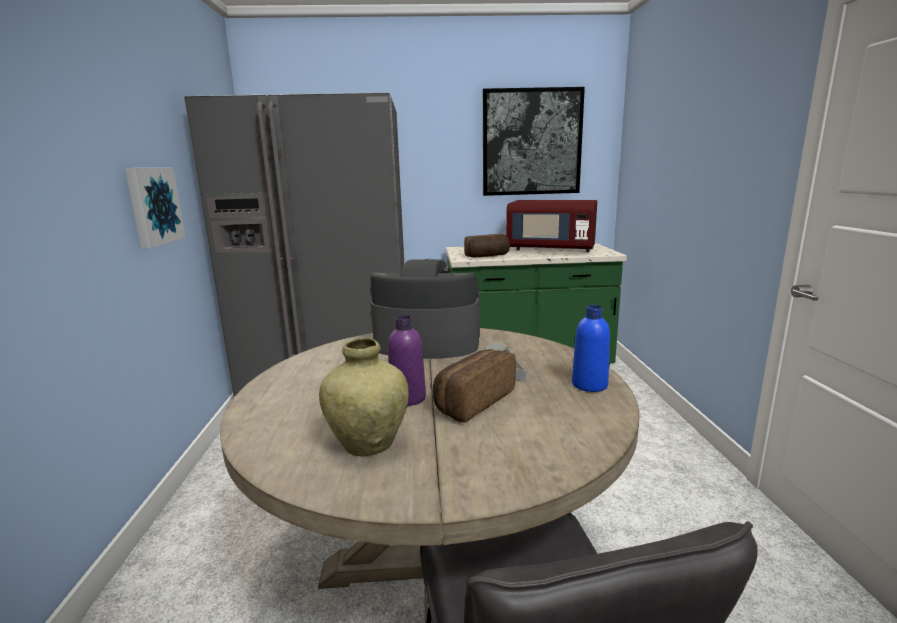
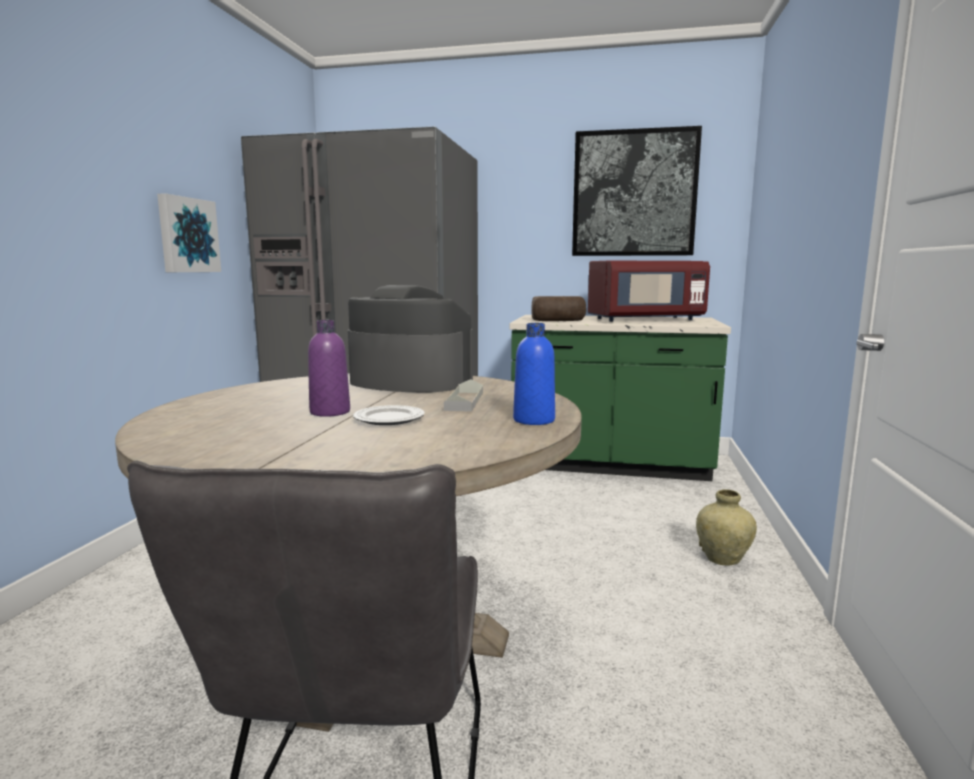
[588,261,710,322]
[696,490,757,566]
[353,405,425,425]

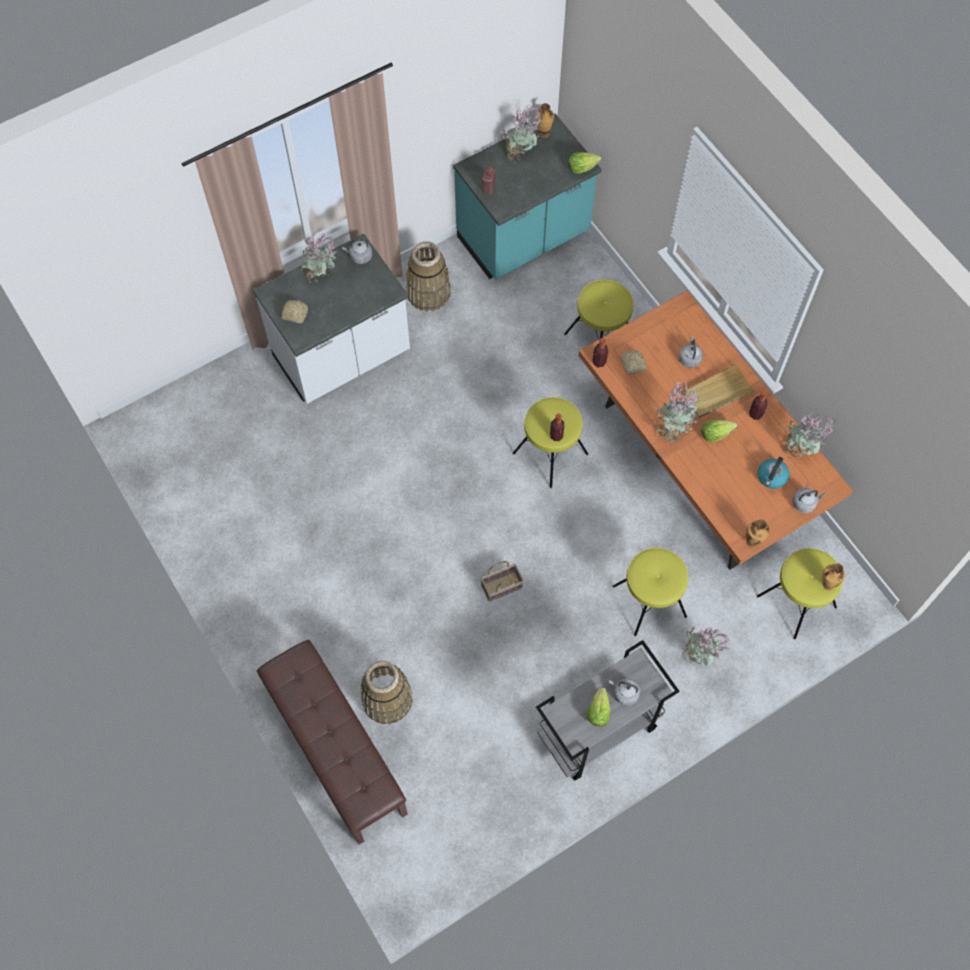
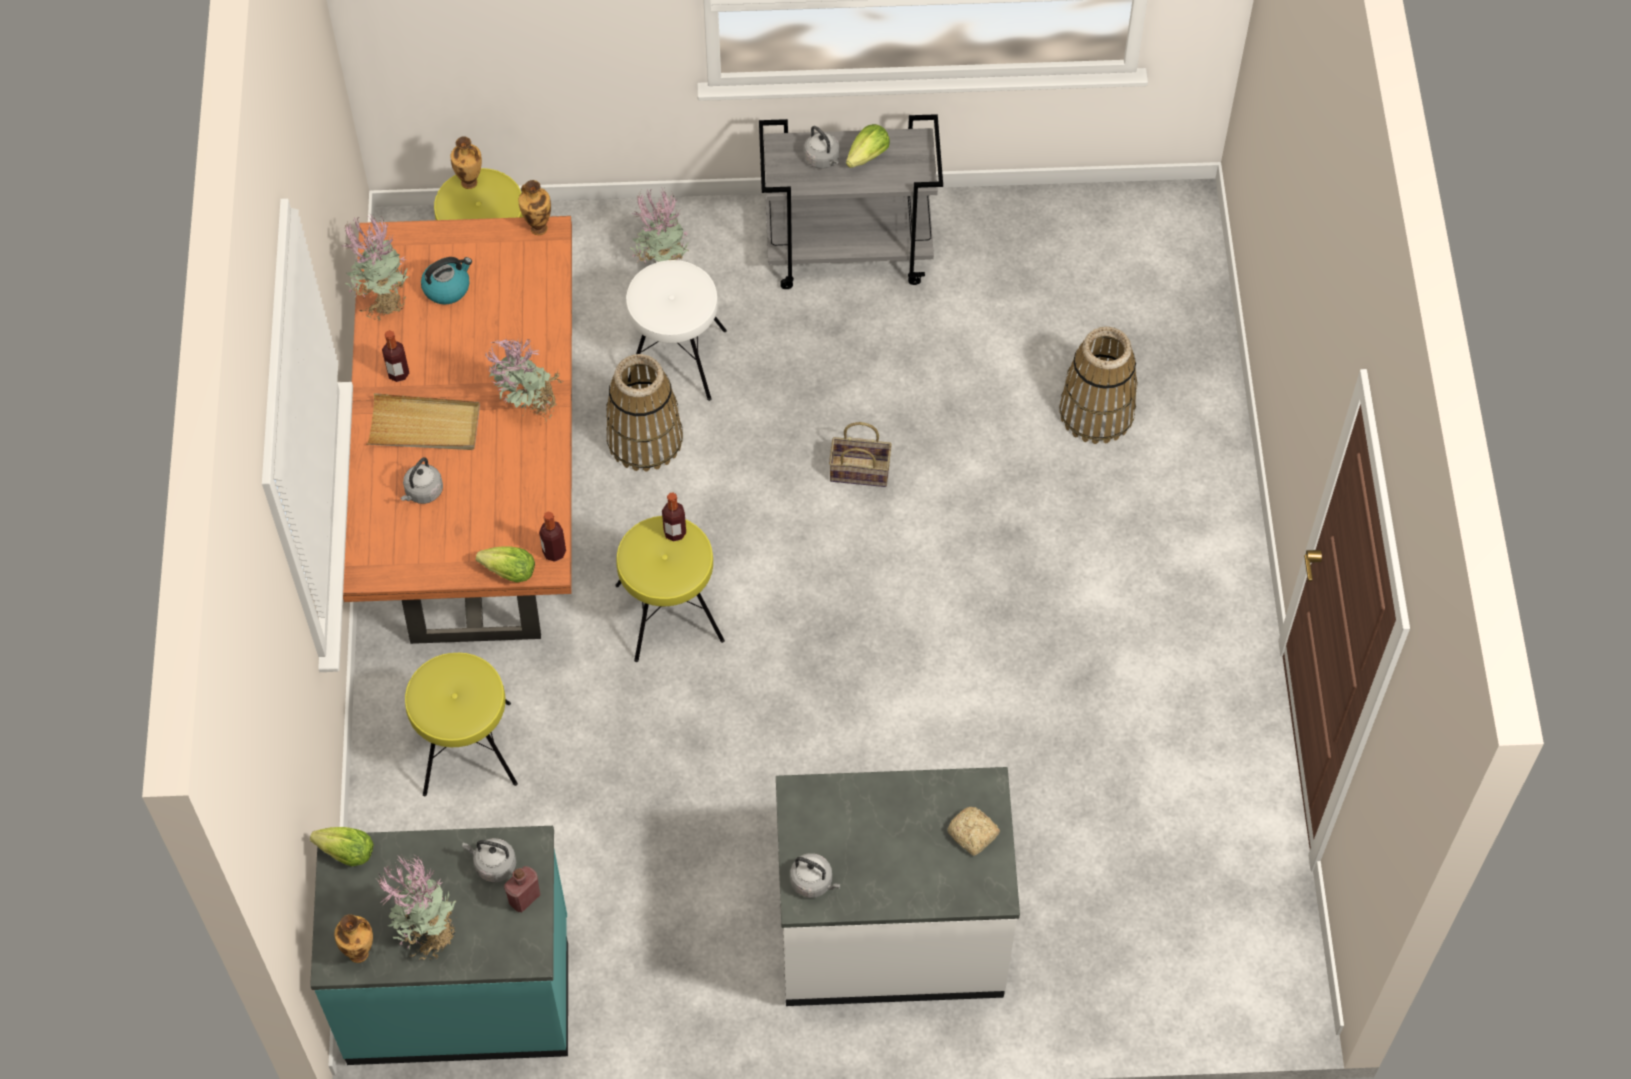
[301,233,337,283] (first image)
[606,354,683,472]
[620,350,647,375] (first image)
[476,546,535,583]
[462,838,516,883]
[626,260,727,401]
[257,640,408,845] (first image)

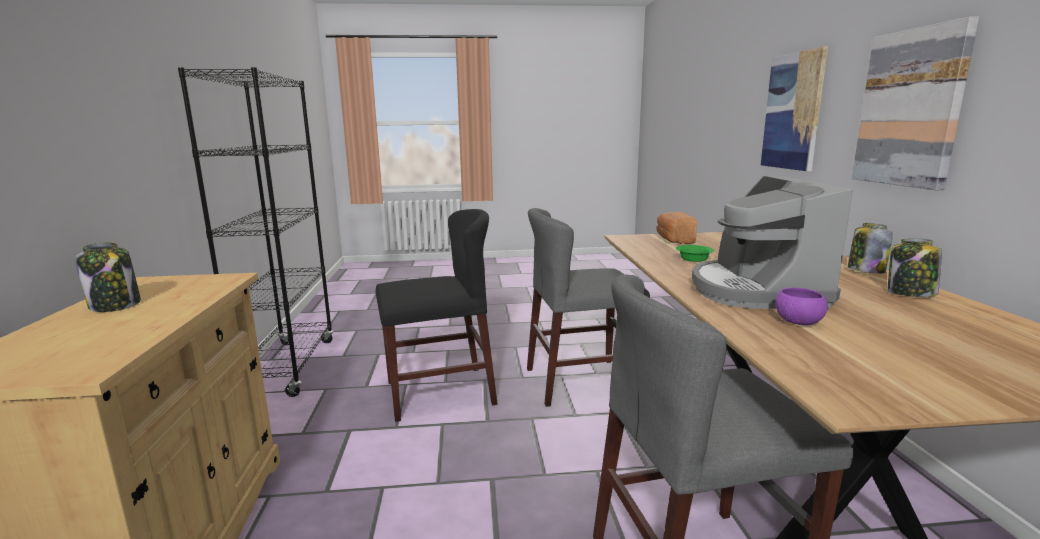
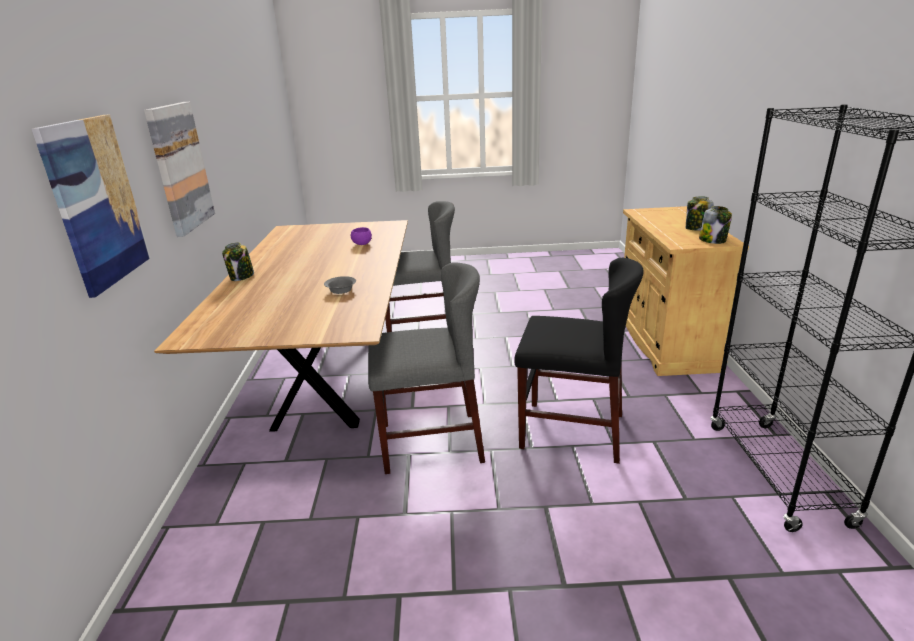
[692,176,853,309] (first image)
[514,258,644,464]
[657,211,697,244] (first image)
[699,206,732,244]
[324,276,356,294]

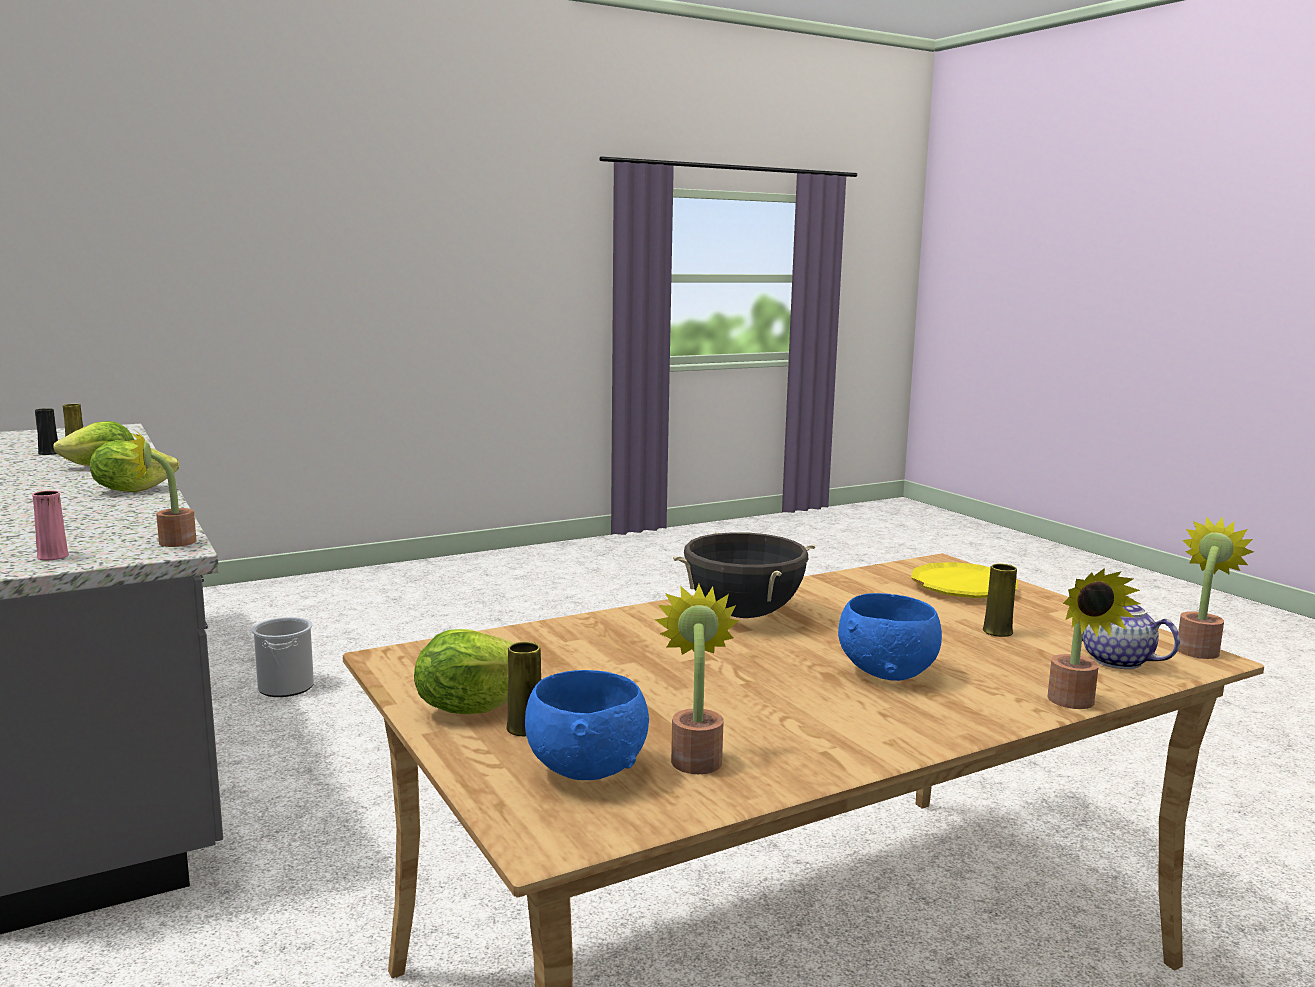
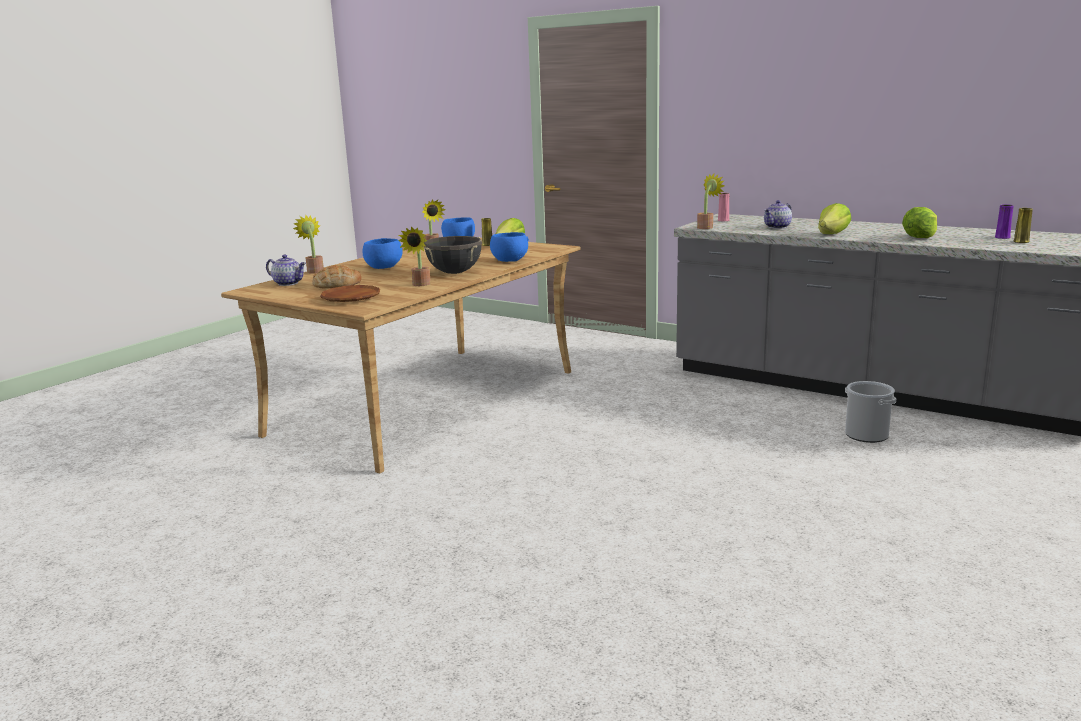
[995,204,1013,239]
[398,227,431,286]
[320,285,380,302]
[312,265,362,289]
[764,200,792,229]
[490,232,529,262]

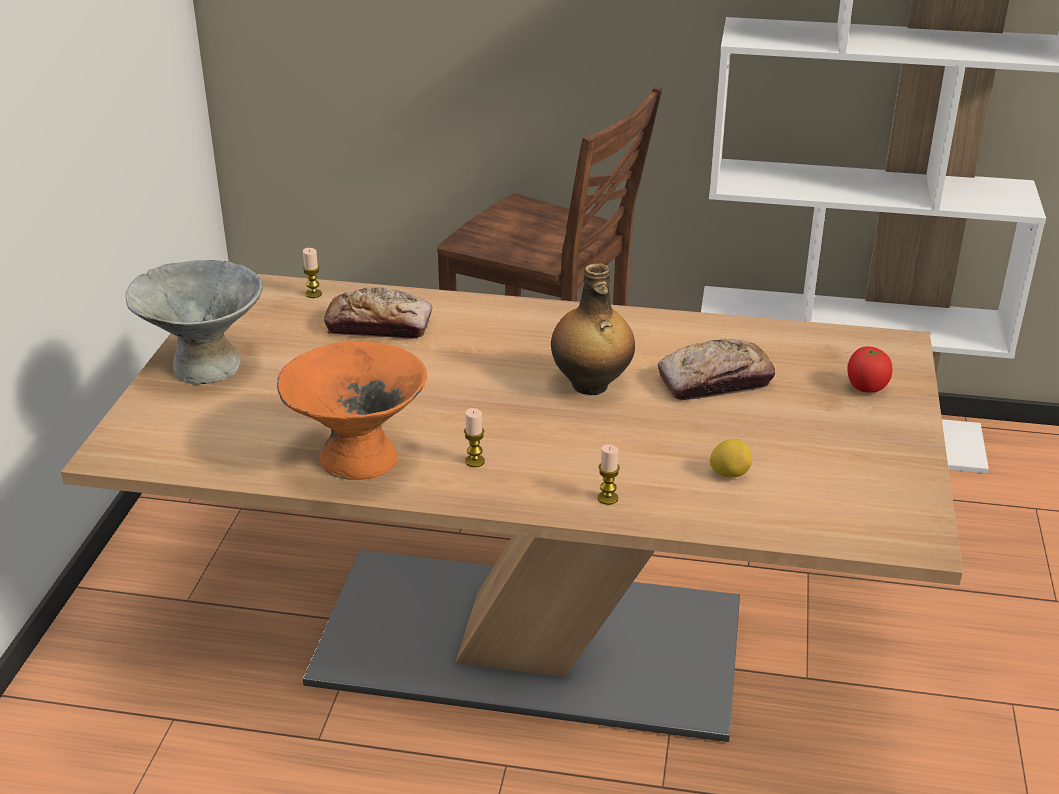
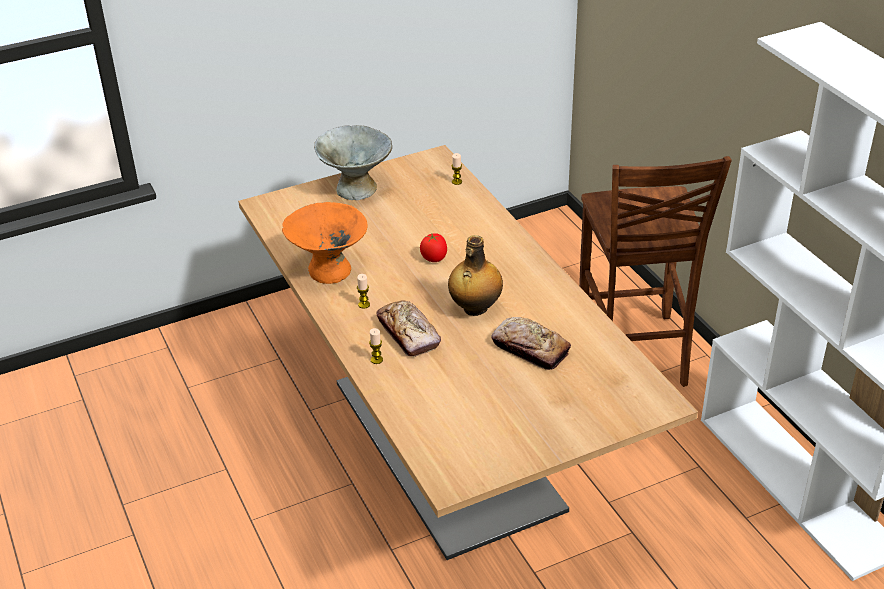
[376,301,441,357]
[420,233,447,262]
[710,439,752,478] (first image)

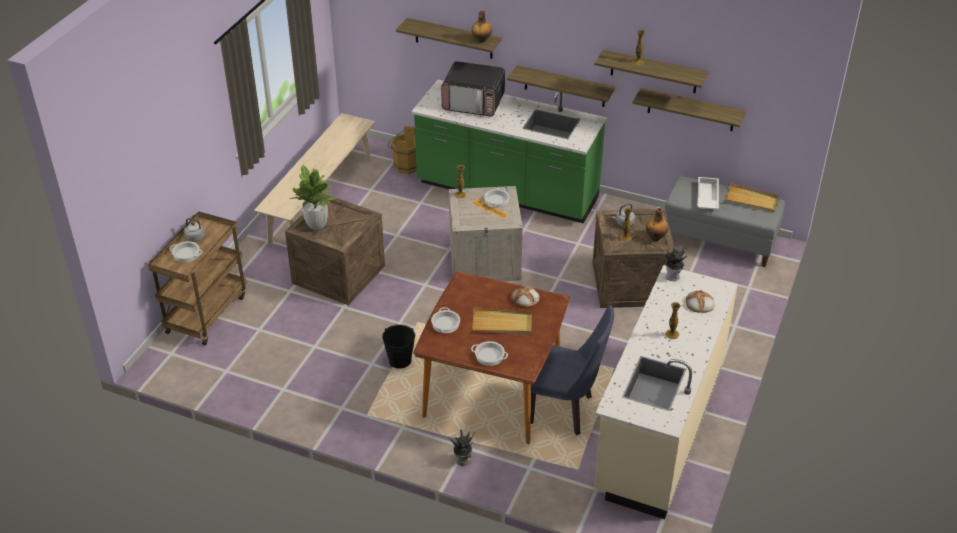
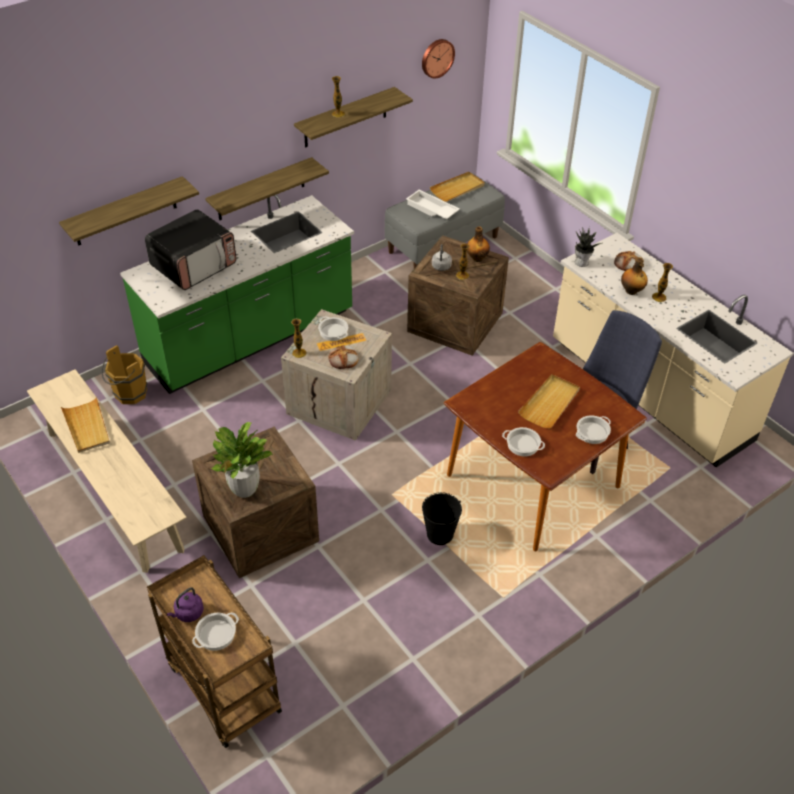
[621,257,648,295]
[632,88,746,131] (first image)
[167,587,204,622]
[328,345,358,369]
[447,429,475,466] (first image)
[422,39,455,78]
[61,397,110,453]

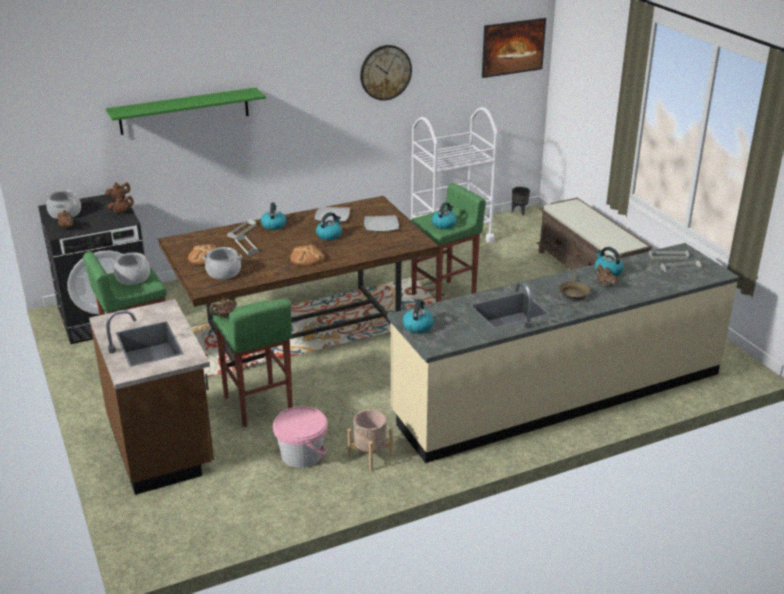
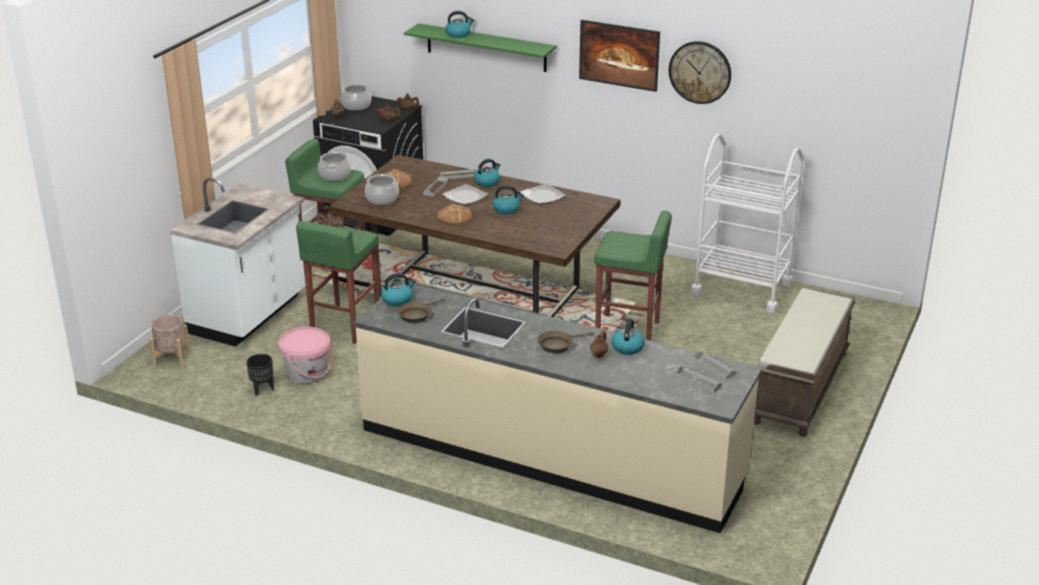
[579,20,660,92]
[246,354,274,396]
[445,11,474,38]
[442,184,489,205]
[170,178,306,347]
[149,315,191,368]
[397,298,445,323]

